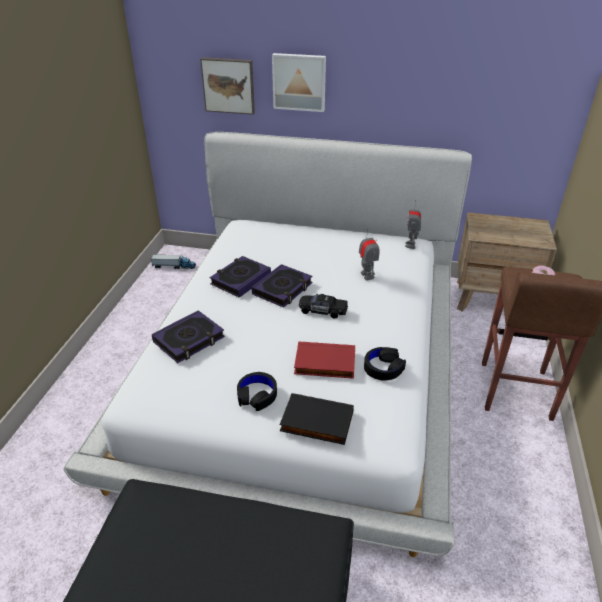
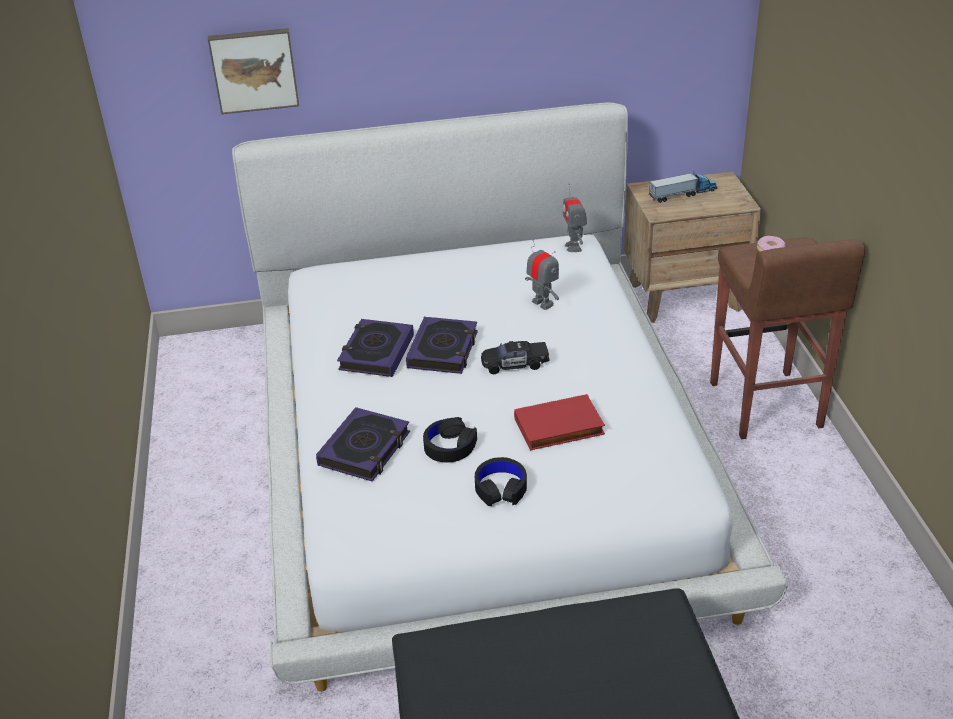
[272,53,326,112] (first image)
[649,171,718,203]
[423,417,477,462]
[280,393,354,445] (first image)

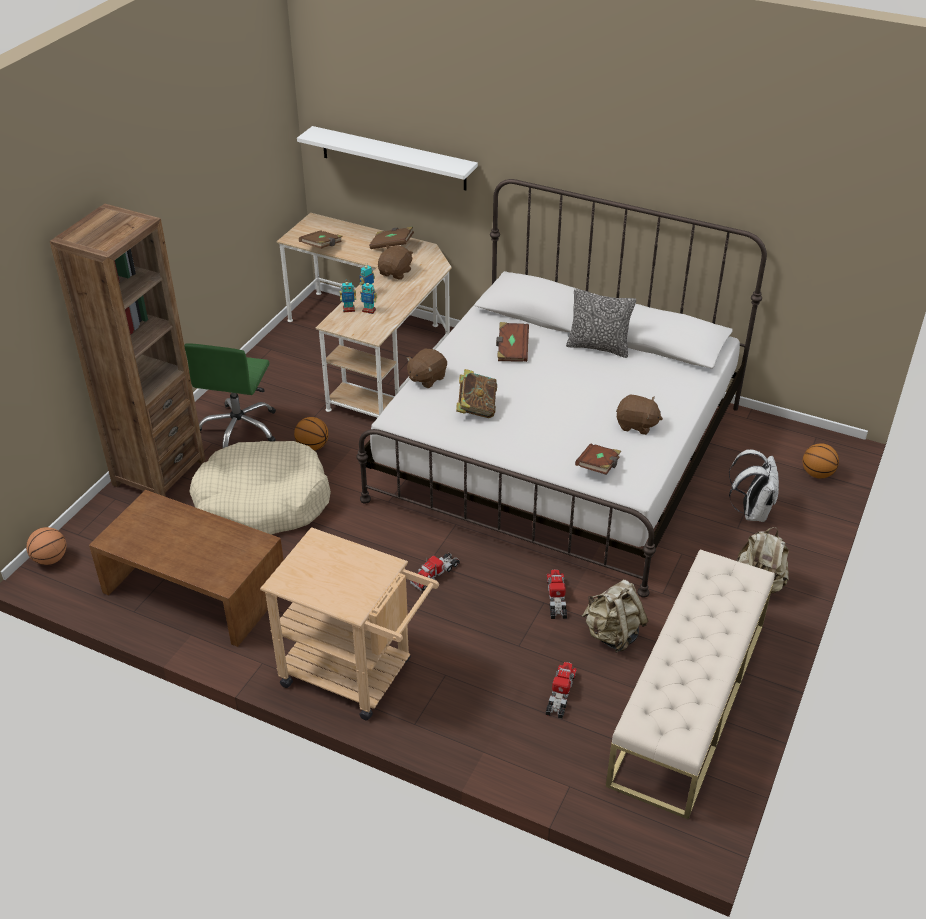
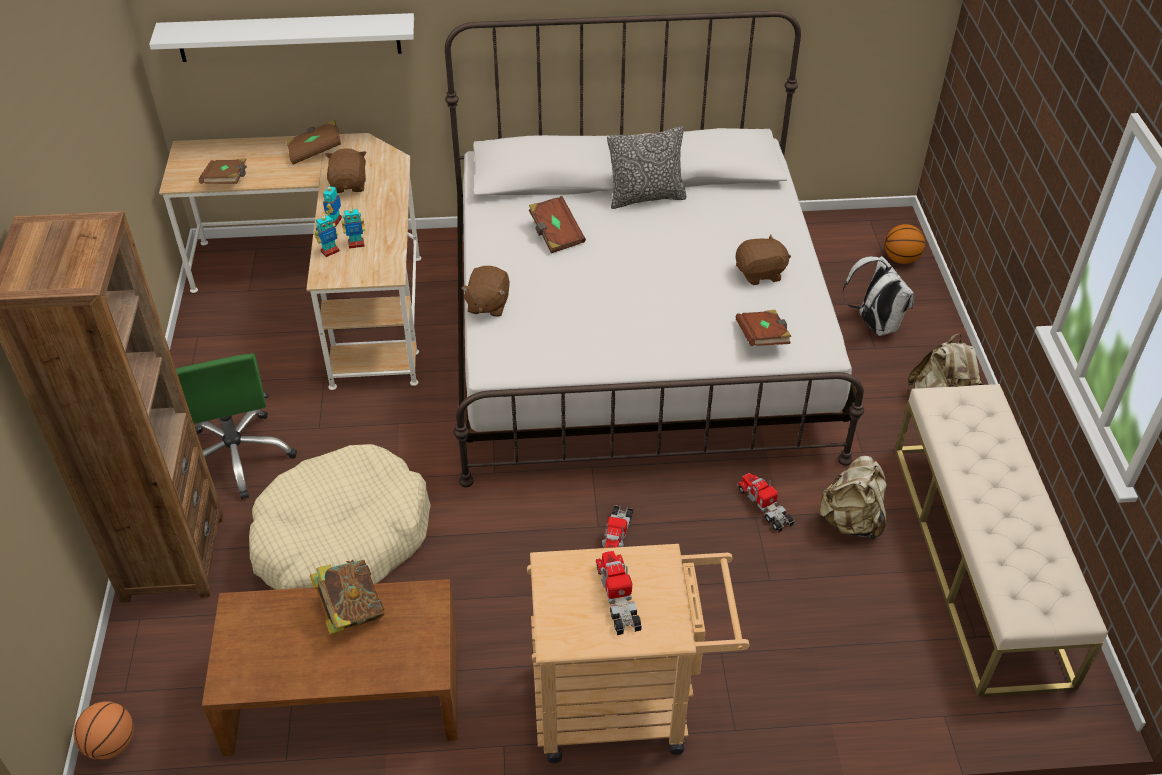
[310,560,384,635]
[294,417,329,451] (first image)
[596,551,642,635]

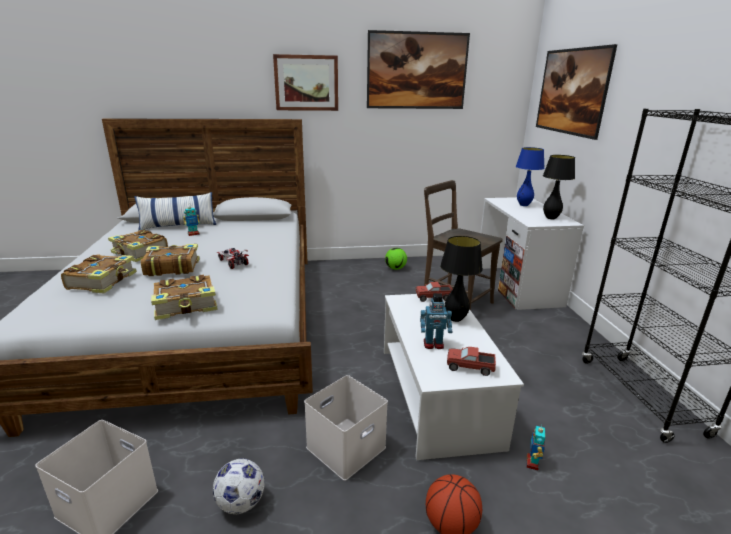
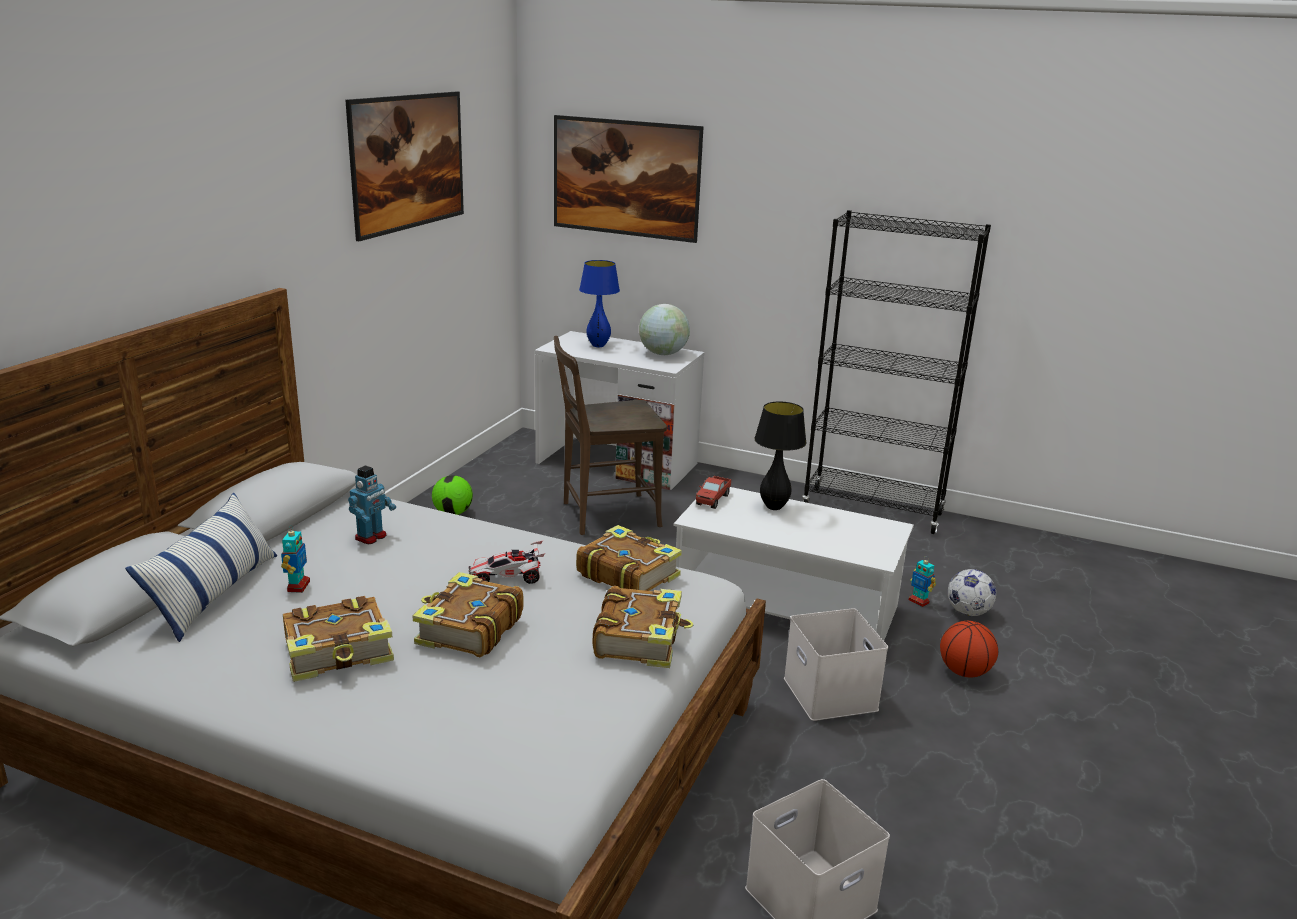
[273,54,338,111] (first image)
[639,304,690,355]
[576,525,682,591]
[348,465,396,544]
[447,347,496,376] (first image)
[948,569,996,616]

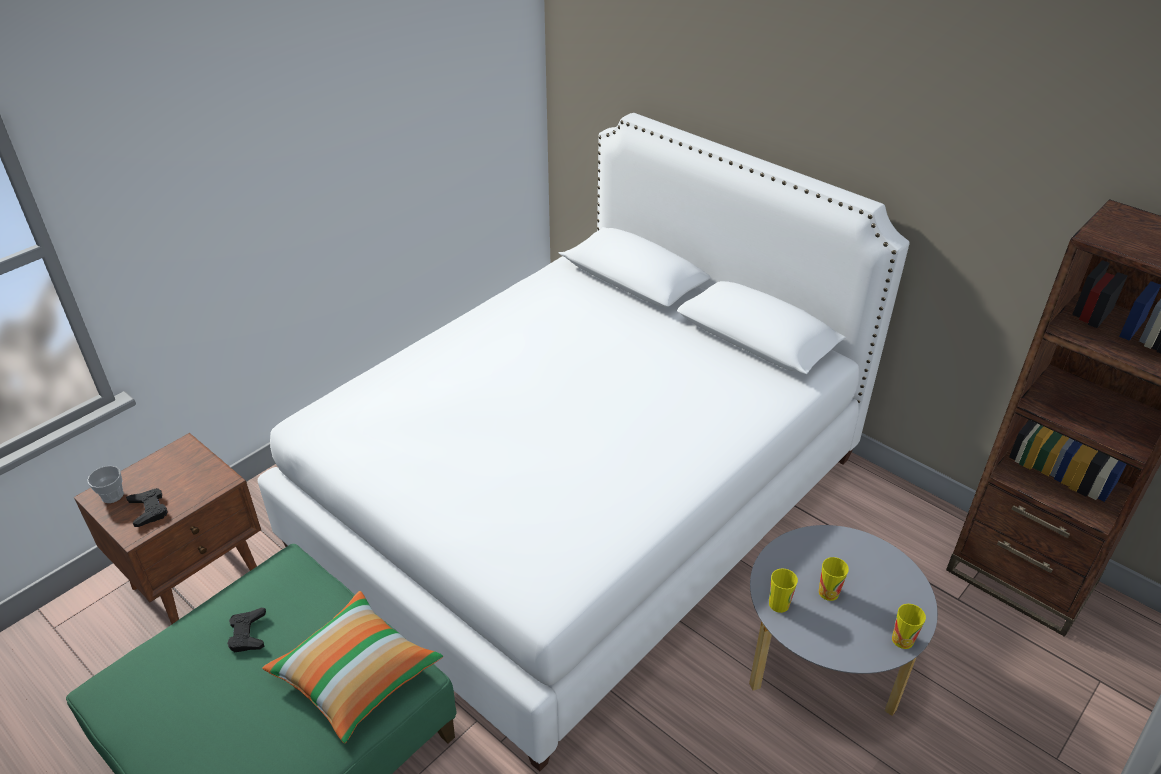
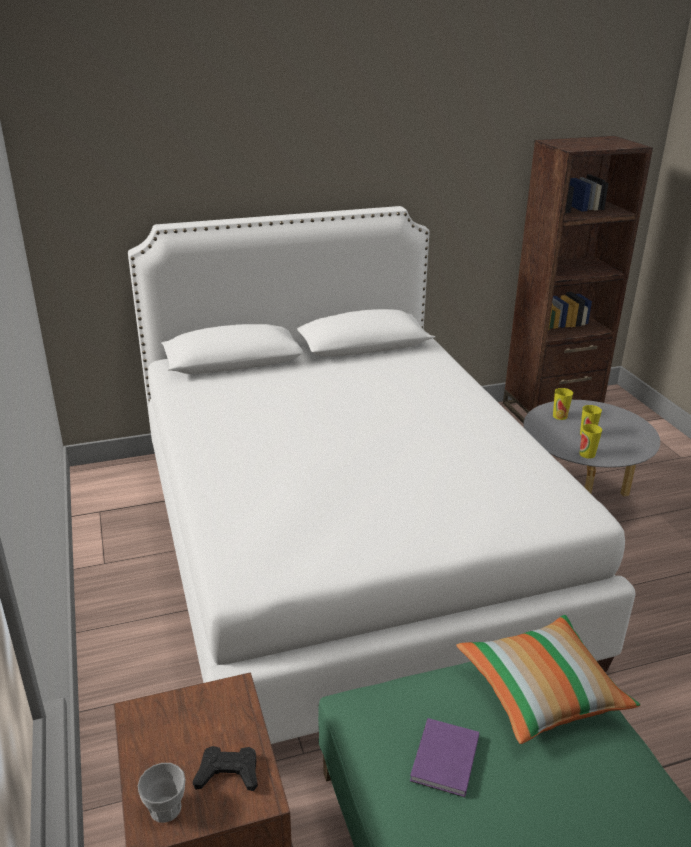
[553,388,573,420]
[410,718,479,797]

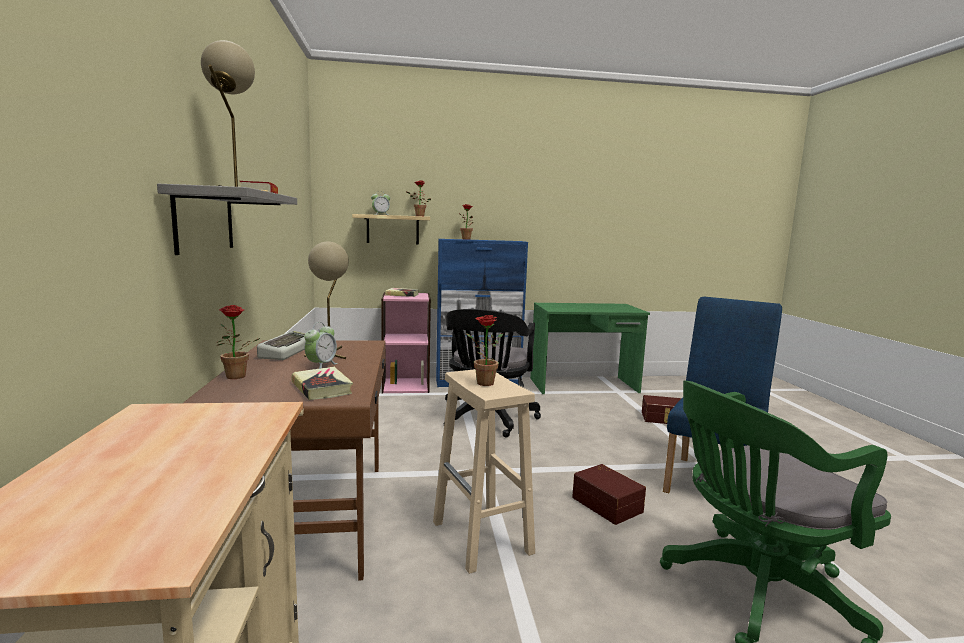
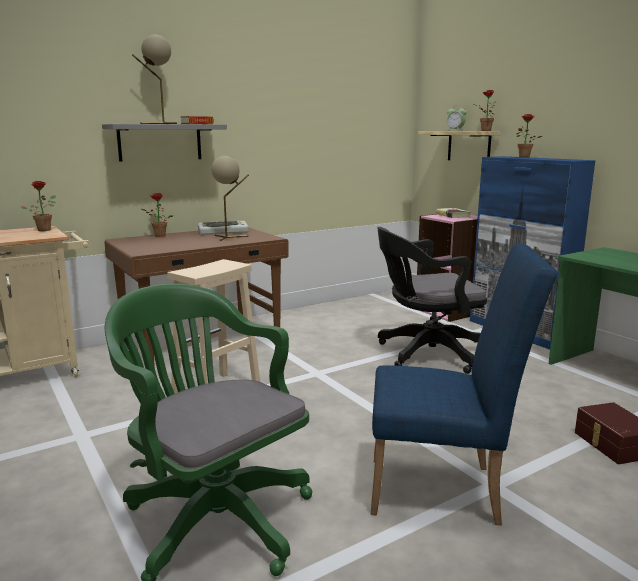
[21,181,56,231]
[304,322,338,369] (first image)
[291,367,353,400] (first image)
[572,464,646,525] (first image)

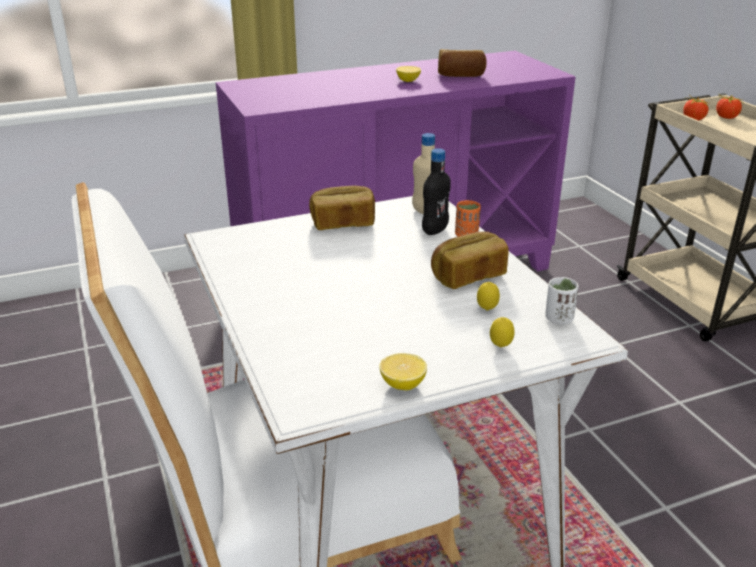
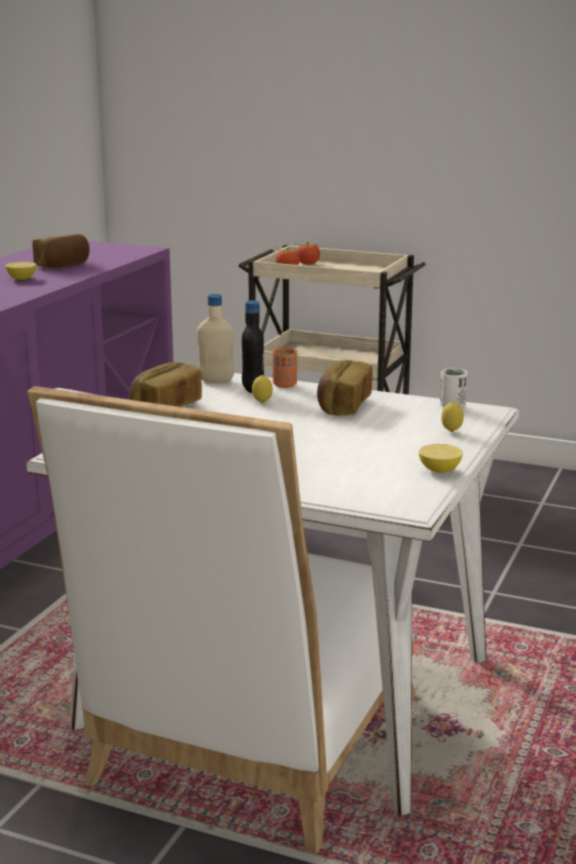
[252,375,273,403]

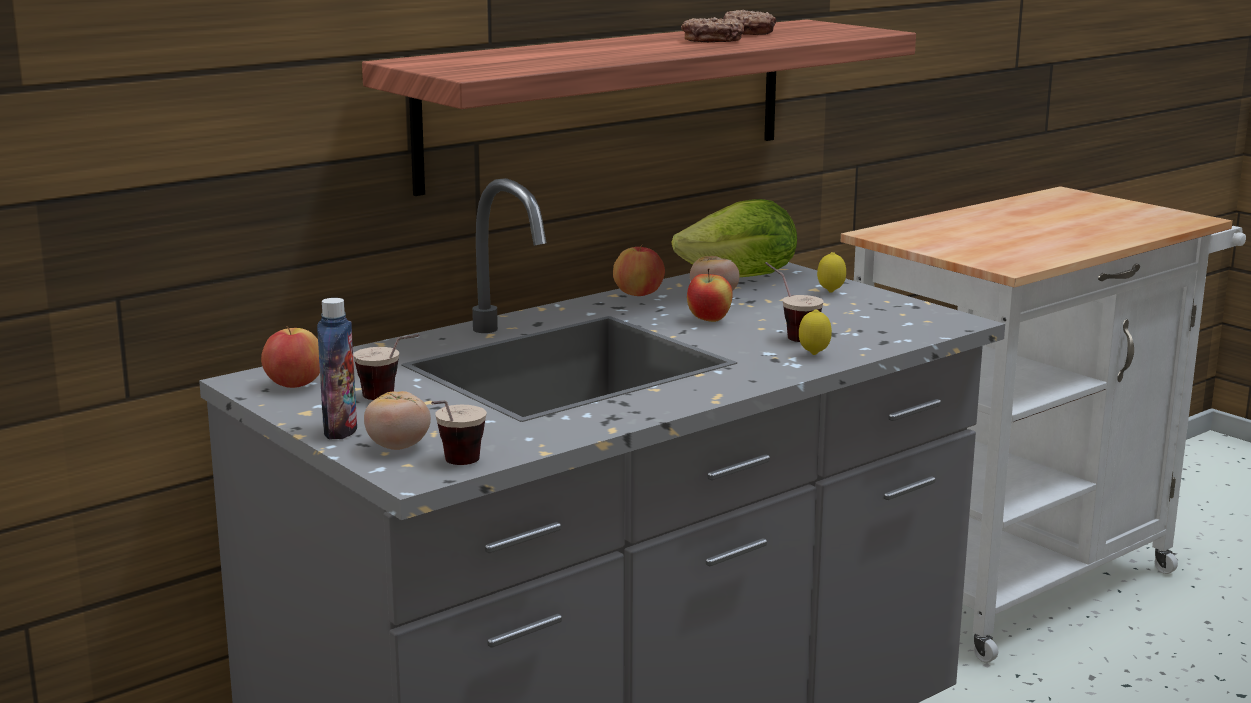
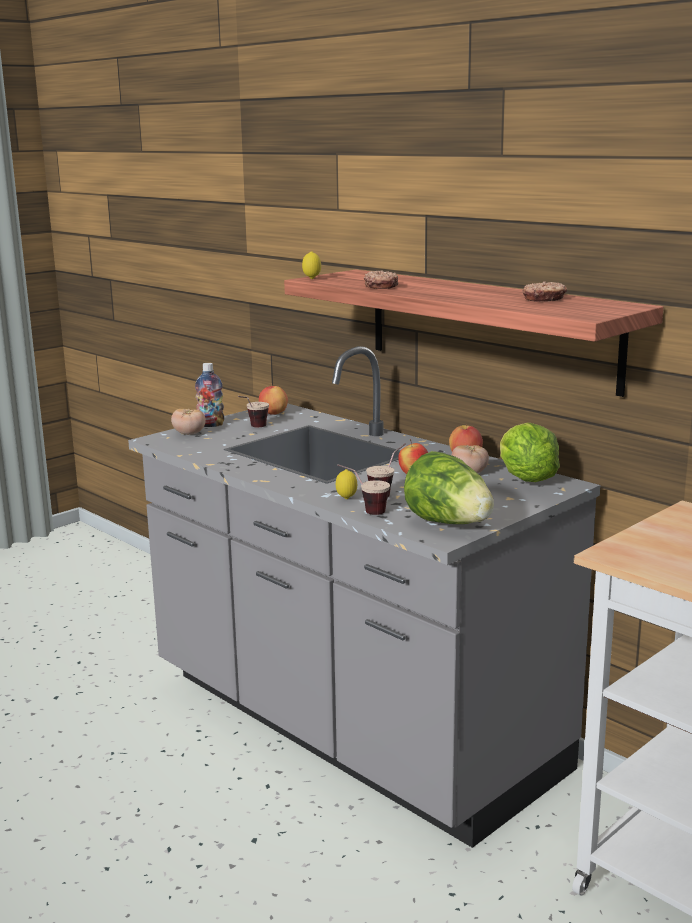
[364,270,398,289]
[302,251,321,279]
[337,464,390,515]
[404,451,494,524]

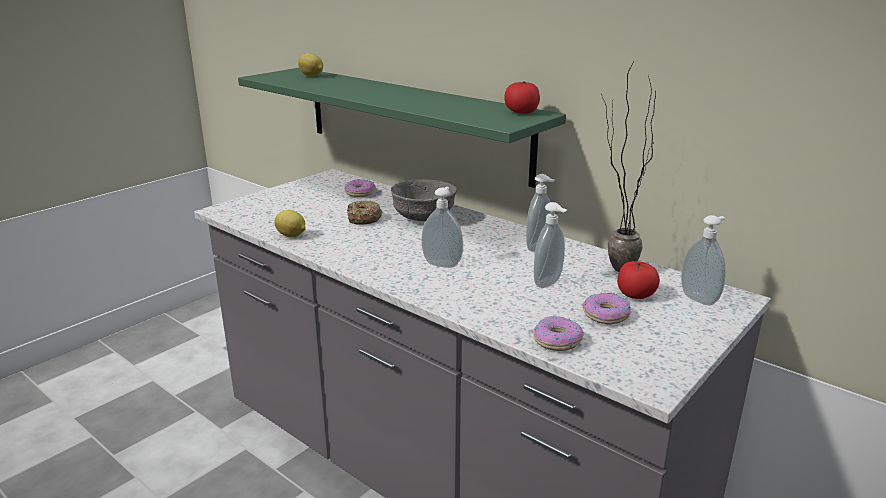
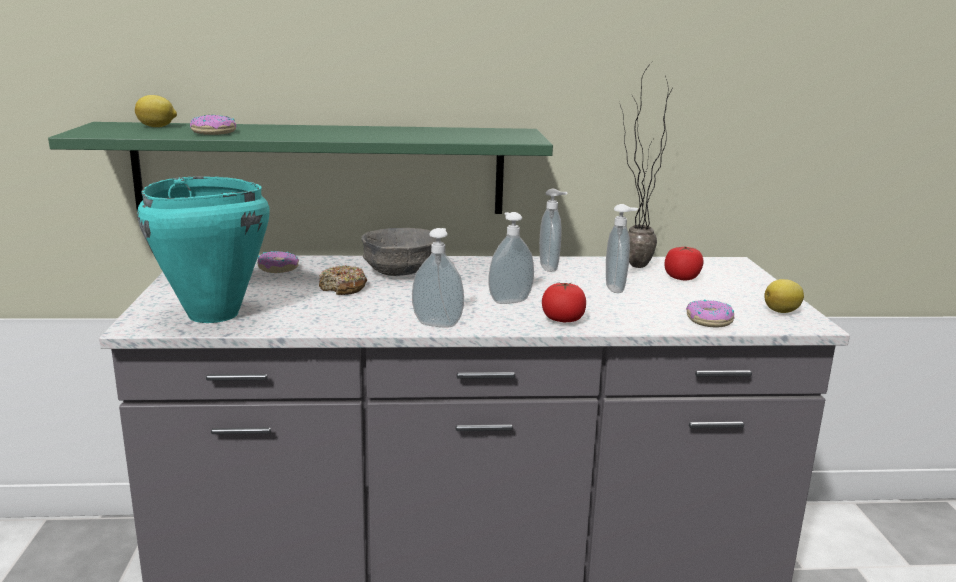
[542,282,586,322]
[764,279,804,313]
[412,228,464,328]
[190,115,236,135]
[137,176,270,323]

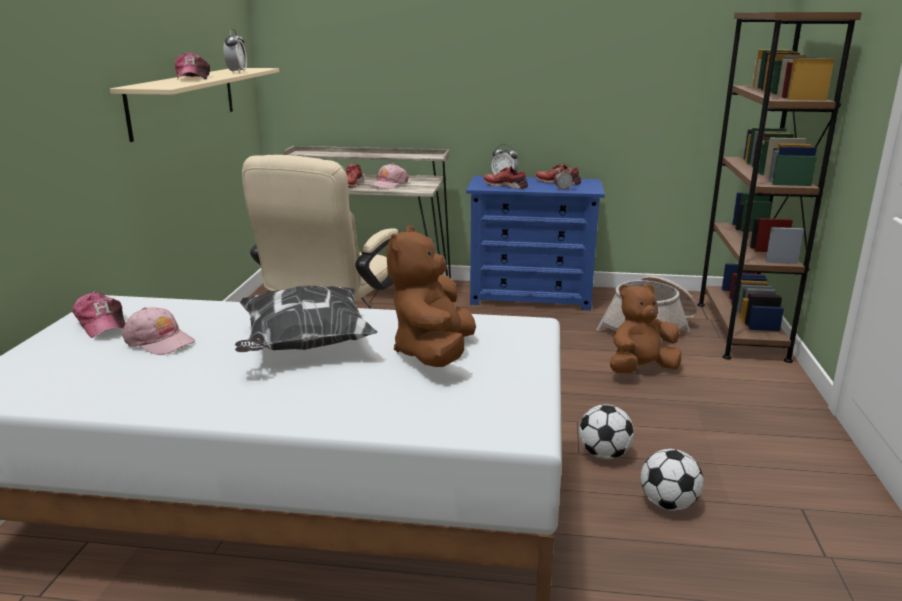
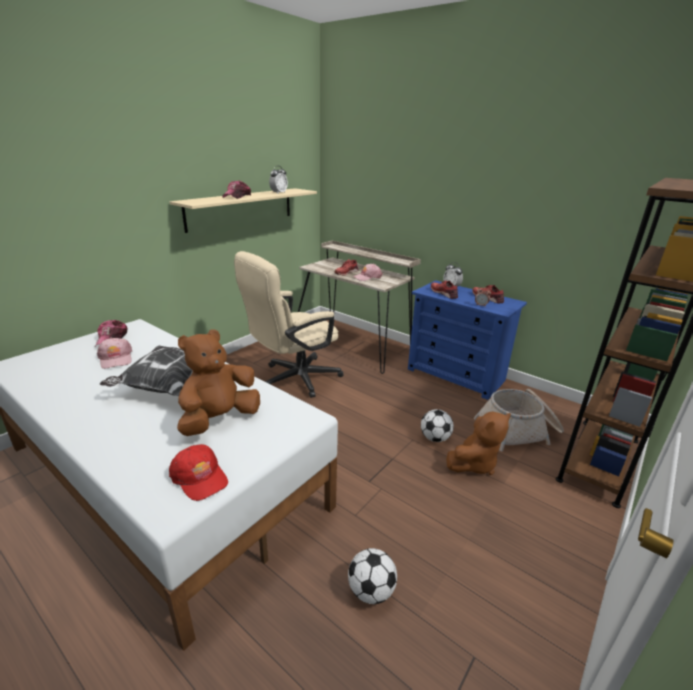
[446,411,511,475]
[421,409,454,442]
[169,444,228,501]

